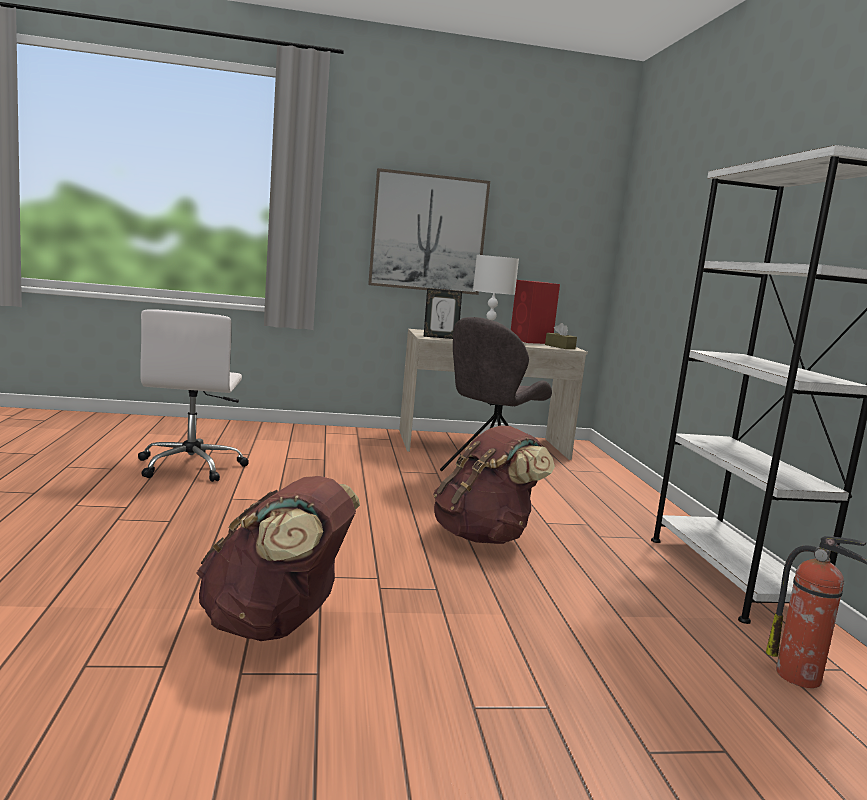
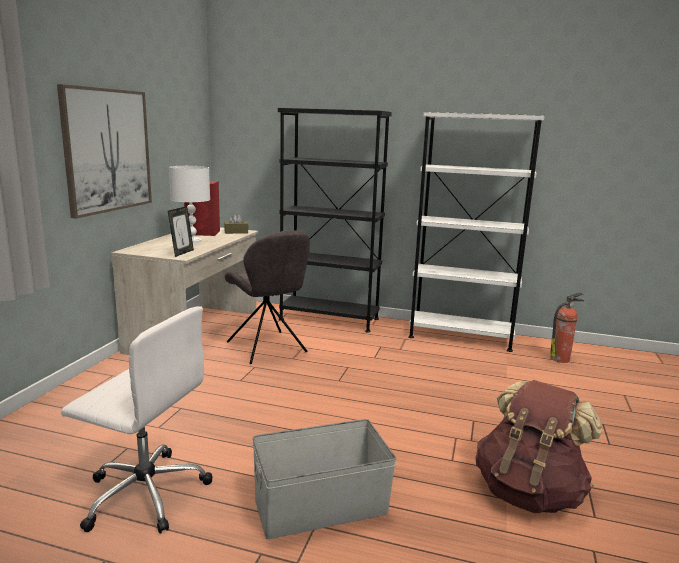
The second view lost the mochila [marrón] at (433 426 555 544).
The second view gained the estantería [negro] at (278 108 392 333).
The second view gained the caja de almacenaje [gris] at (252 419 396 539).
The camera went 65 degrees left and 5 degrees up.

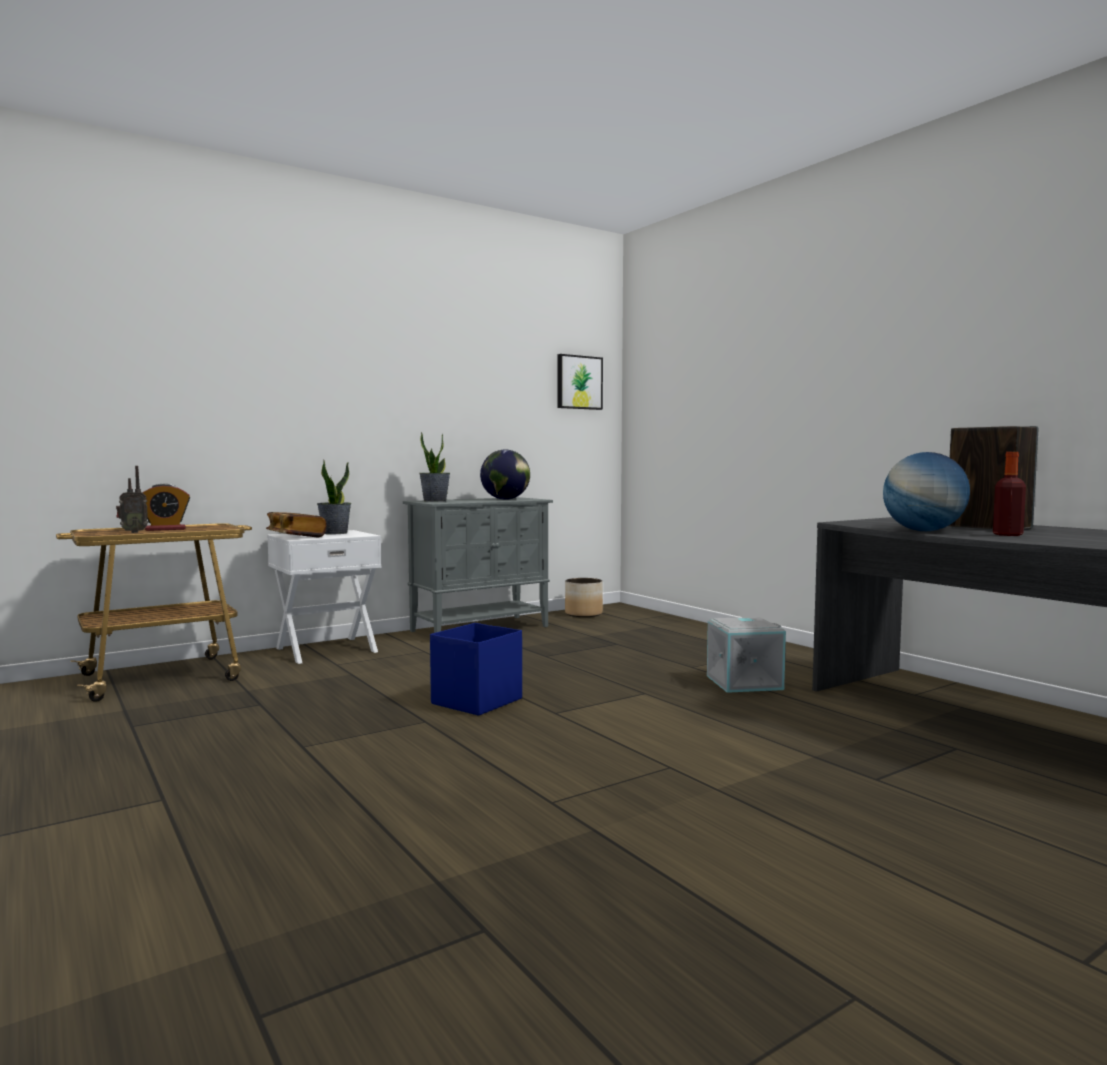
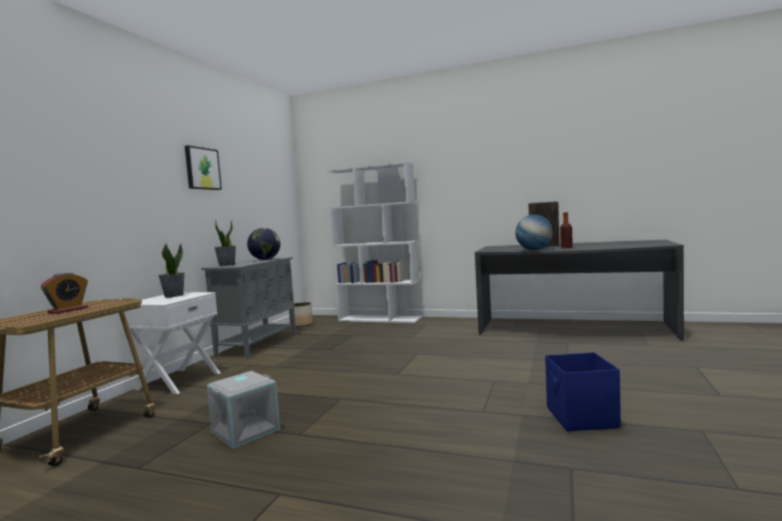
The cuadro ended up elsewhere, having gone from (557 354 603 410) to (185 145 222 190).
The second view lost the radio at (116 466 148 533).
The second view lost the libro at (266 512 327 538).
The caja de almacenaje [gris] ended up elsewhere, having gone from (707 617 786 693) to (207 371 280 449).
The caja de almacenaje [azul] ended up elsewhere, having gone from (430 623 522 716) to (545 352 621 431).
The second view gained the estantería [blanco] at (327 162 422 323).
The camera went 35 degrees left and 0 degrees up.

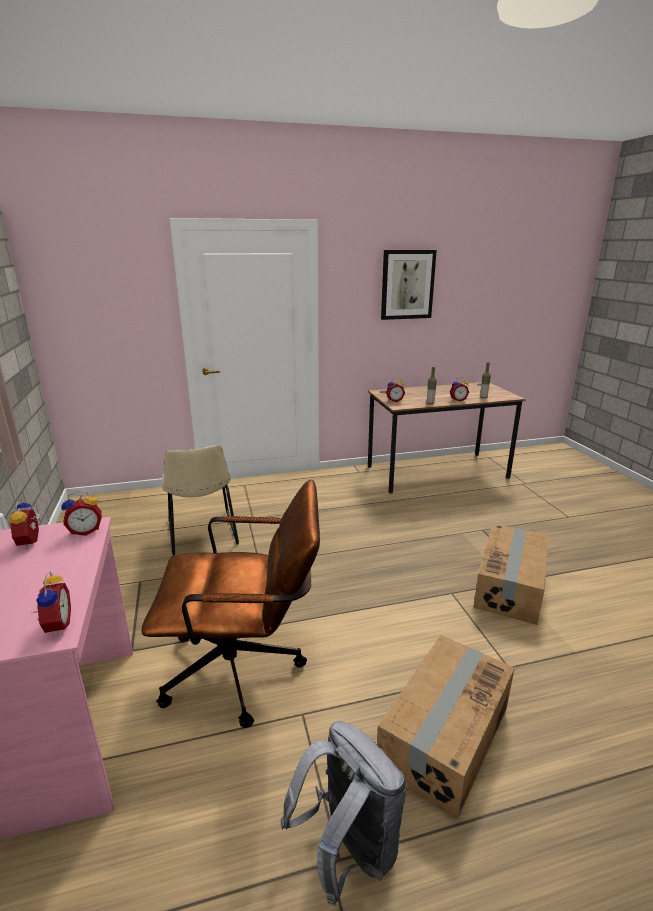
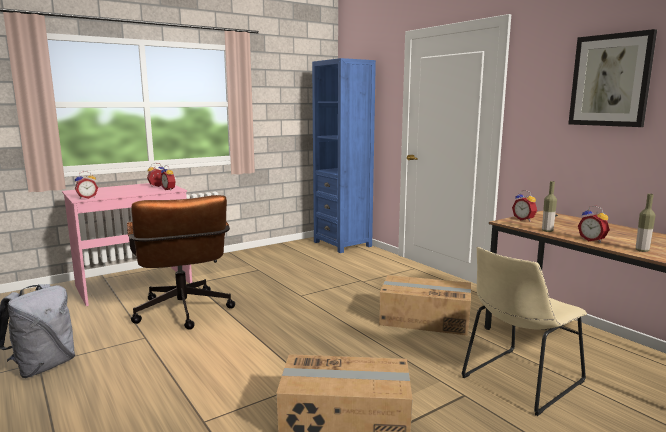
The silla [beis] ended up elsewhere, having gone from (162 444 239 555) to (461 247 587 416).
The caja de cartón ended up elsewhere, having gone from (377 635 515 820) to (379 275 471 336).
The second view gained the estantería [azul] at (312 58 376 253).
The camera went 70 degrees right and 10 degrees down.

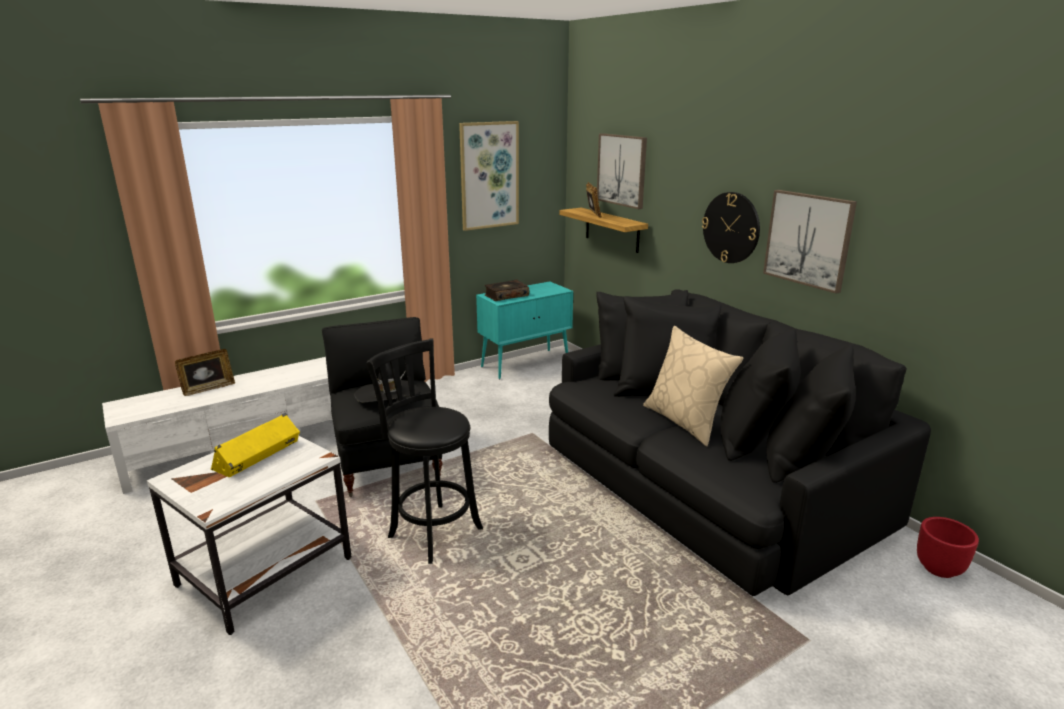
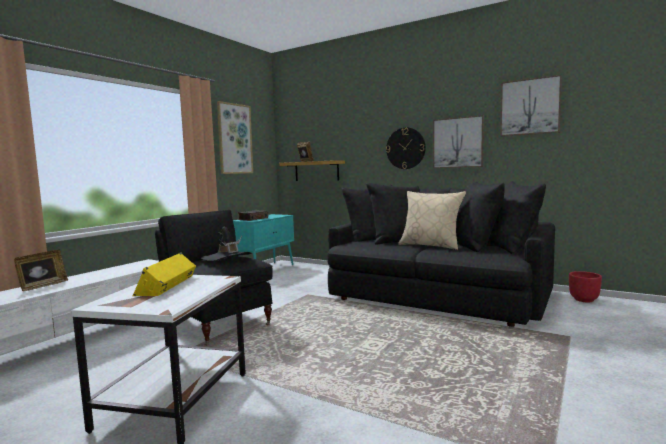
The cuadro ended up elsewhere, having gone from (597 133 647 209) to (500 74 562 136).
The second view lost the taburete [negro] at (366 338 483 564).
The camera went 25 degrees left and 15 degrees down.

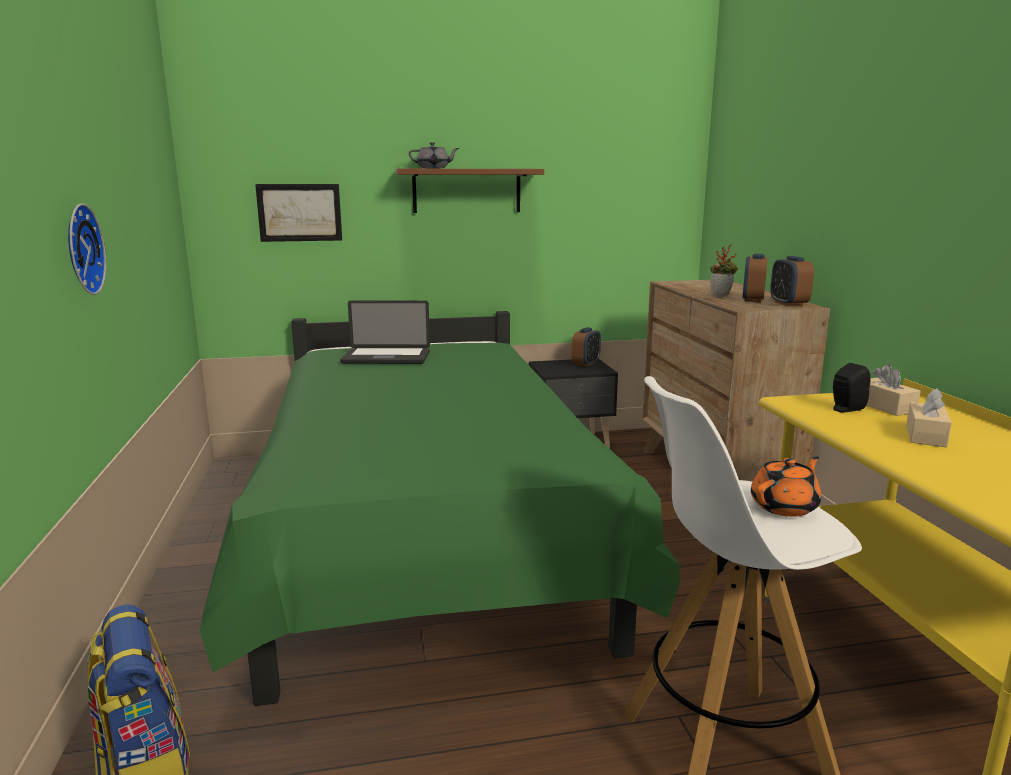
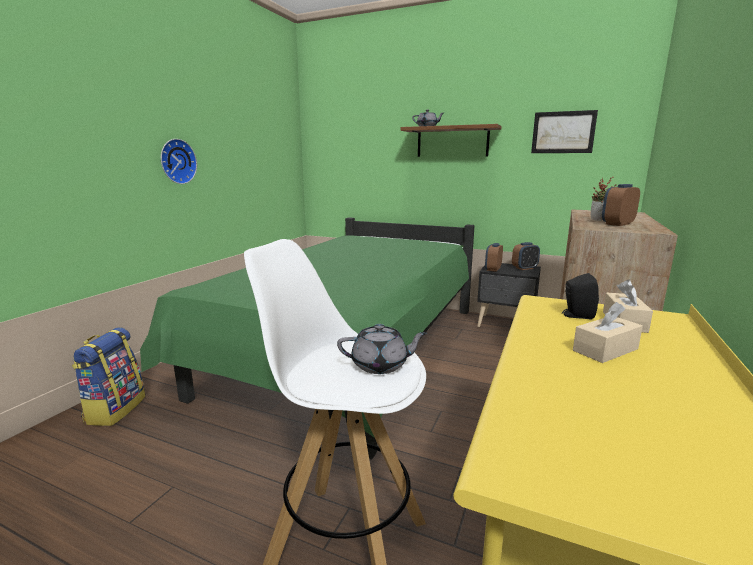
The cuadro ended up elsewhere, having gone from (255 184 342 242) to (531 110 598 153).
The despertador ended up elsewhere, having gone from (770 256 814 306) to (485 243 503 272).
The second view lost the portátil at (340 300 430 364).
What was the tetera [naranja] at (751 456 821 517) turned into the tetera [gris] at (337 324 427 374).
The camera went 35 degrees right and 0 degrees up.

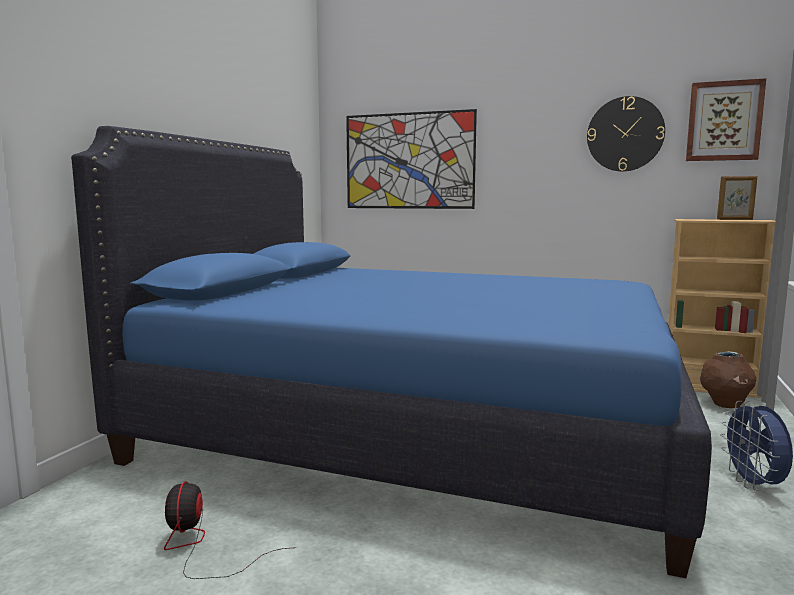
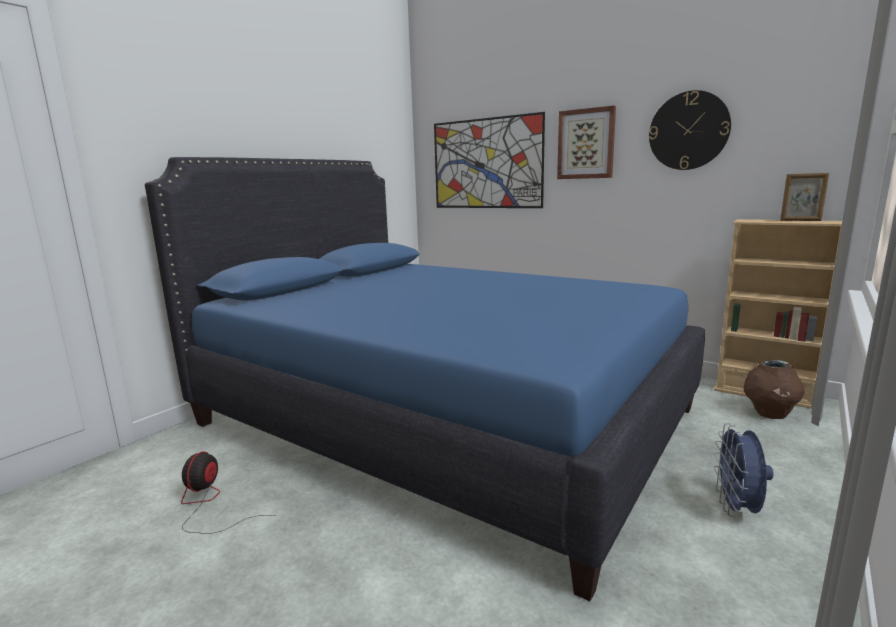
The cuadro ended up elsewhere, having gone from (686 78 766 161) to (557 106 616 179).
The camera went 15 degrees right and 5 degrees up.

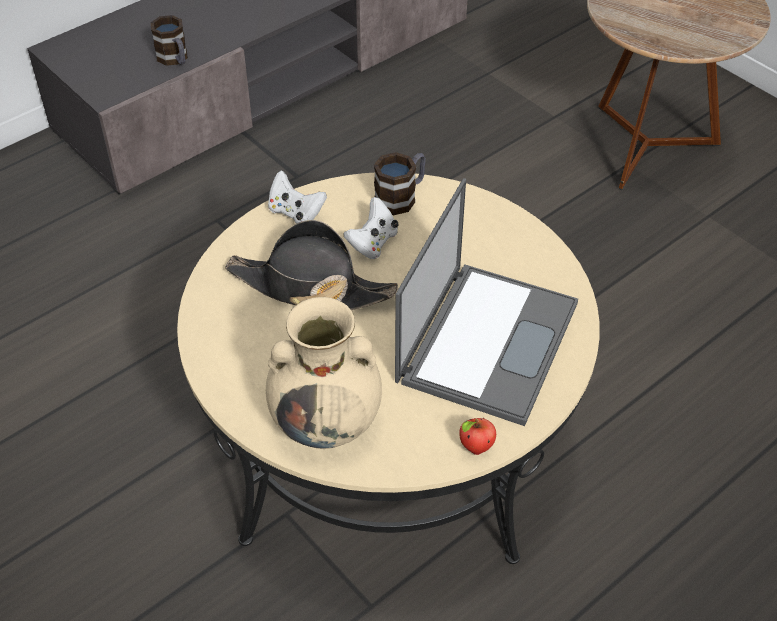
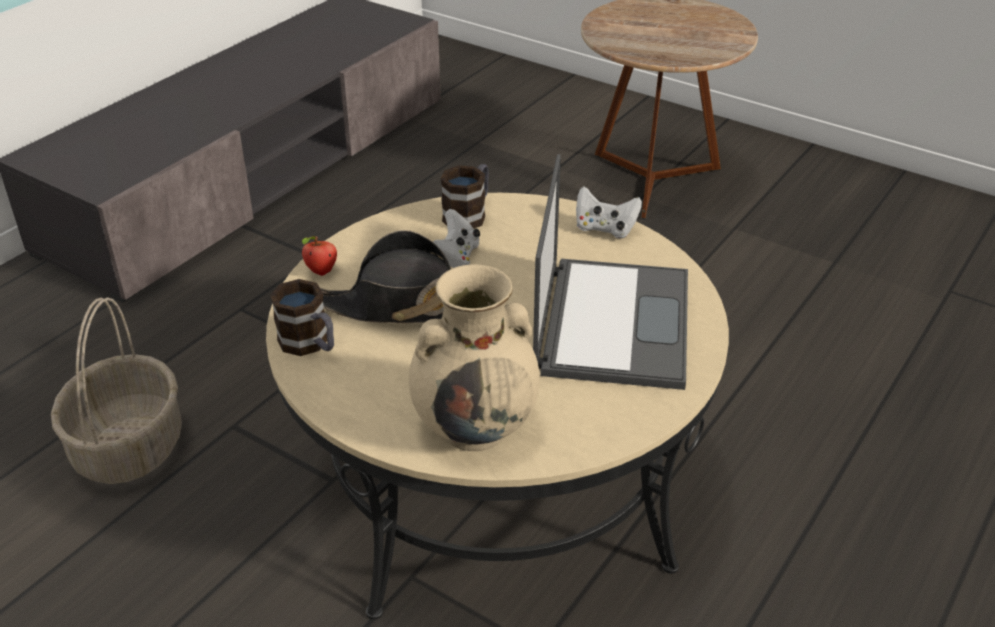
The taza grande ended up elsewhere, having gone from (151 15 188 66) to (270 279 334 356).
The mando de consola [blanco] ended up elsewhere, having gone from (268 171 327 224) to (576 186 642 239).
The manzana ended up elsewhere, having gone from (459 418 496 455) to (302 236 337 276).
The second view gained the cesta at (51 297 182 484).
The camera went 15 degrees left and 10 degrees down.

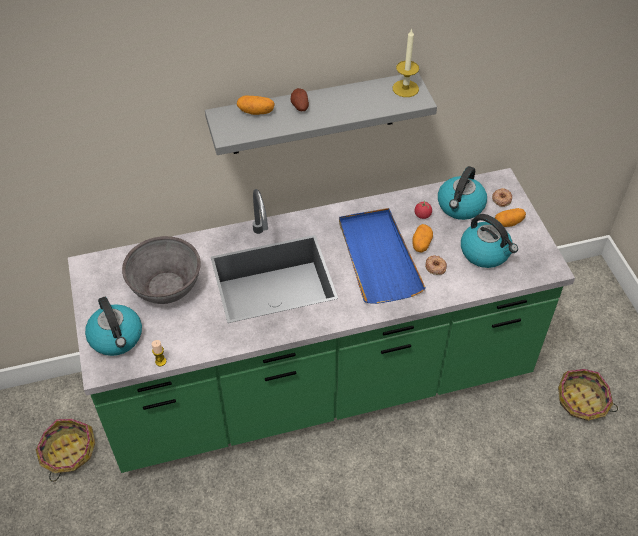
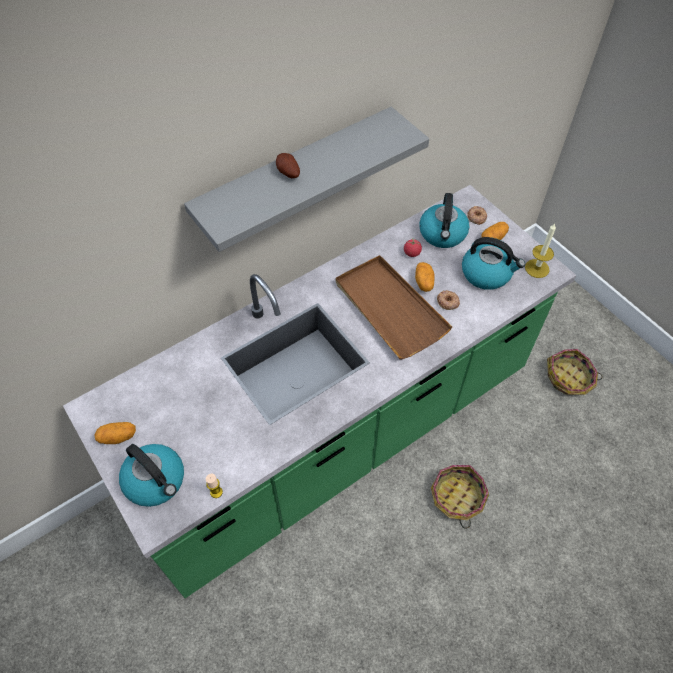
The vela ended up elsewhere, having gone from (393 29 419 97) to (525 224 556 278).
The patata ended up elsewhere, having gone from (237 96 275 115) to (95 422 136 444).
What was the bandeja [azul] at (339 208 426 304) turned into the bandeja [marrón] at (336 255 452 359).
The second view lost the cuenco [gris] at (122 236 201 304).
The cesta ended up elsewhere, having gone from (36 419 95 482) to (431 465 489 529).
The camera went 20 degrees left and 5 degrees up.

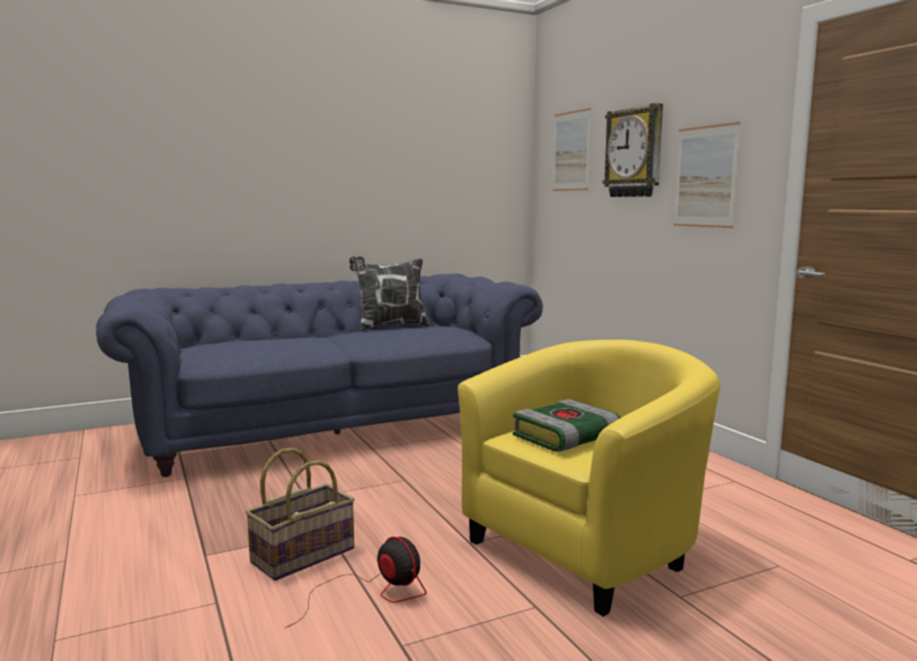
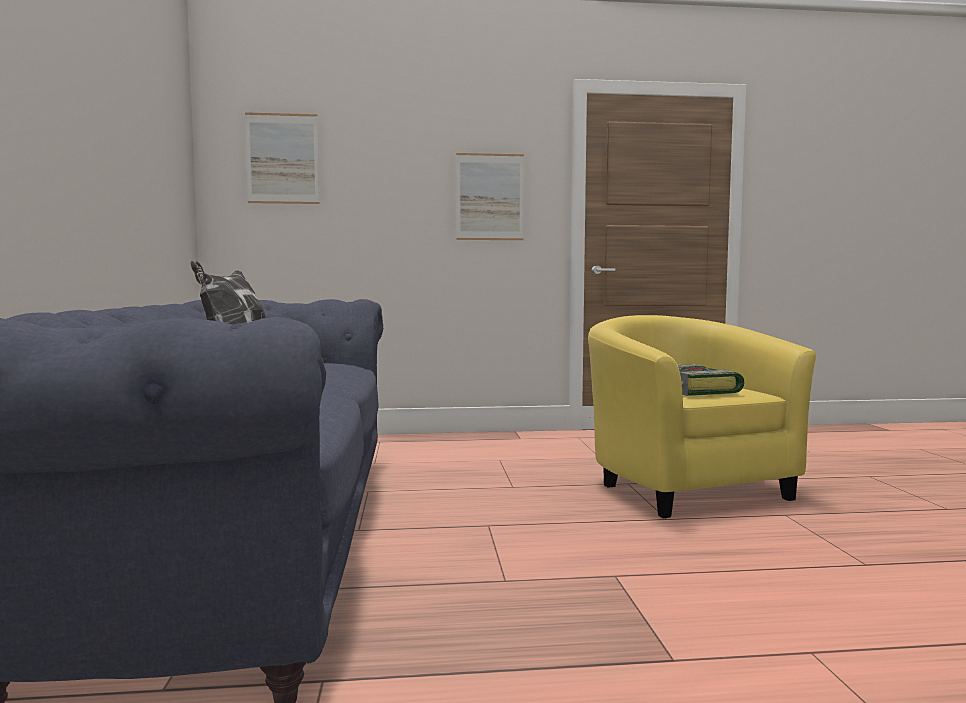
The second view lost the reloj de pared at (603 103 663 197).
The second view lost the cesta at (245 448 355 581).
The second view lost the ventilador at (285 537 426 628).
The camera went 70 degrees left and 5 degrees down.

